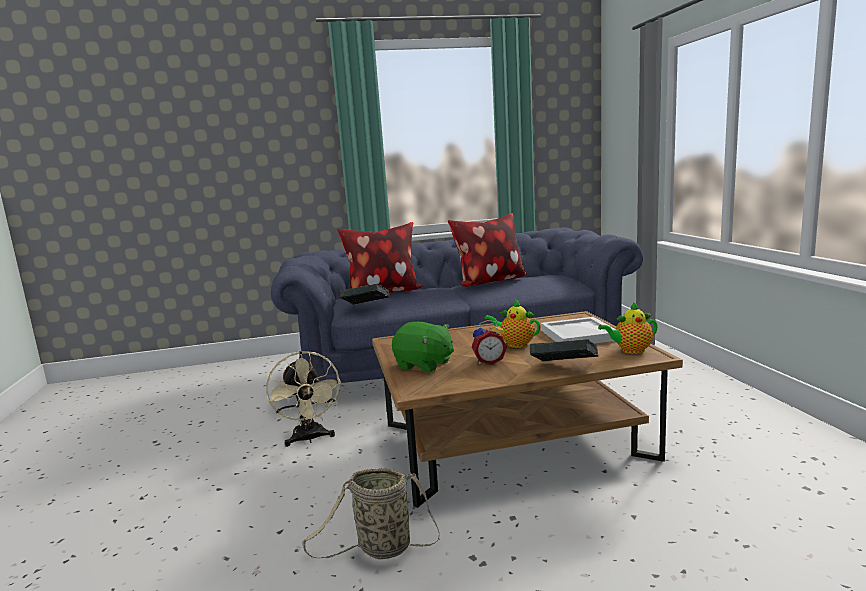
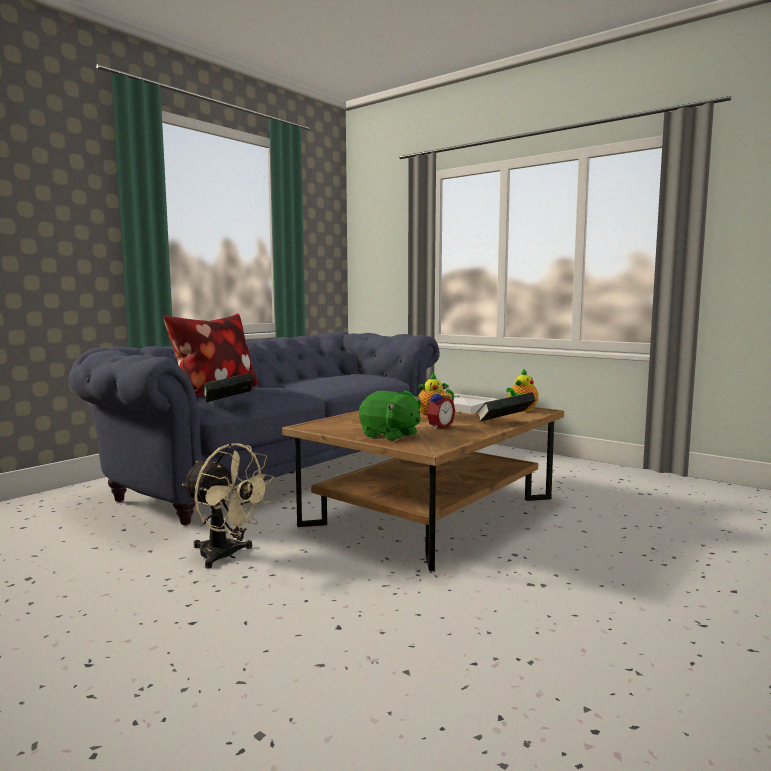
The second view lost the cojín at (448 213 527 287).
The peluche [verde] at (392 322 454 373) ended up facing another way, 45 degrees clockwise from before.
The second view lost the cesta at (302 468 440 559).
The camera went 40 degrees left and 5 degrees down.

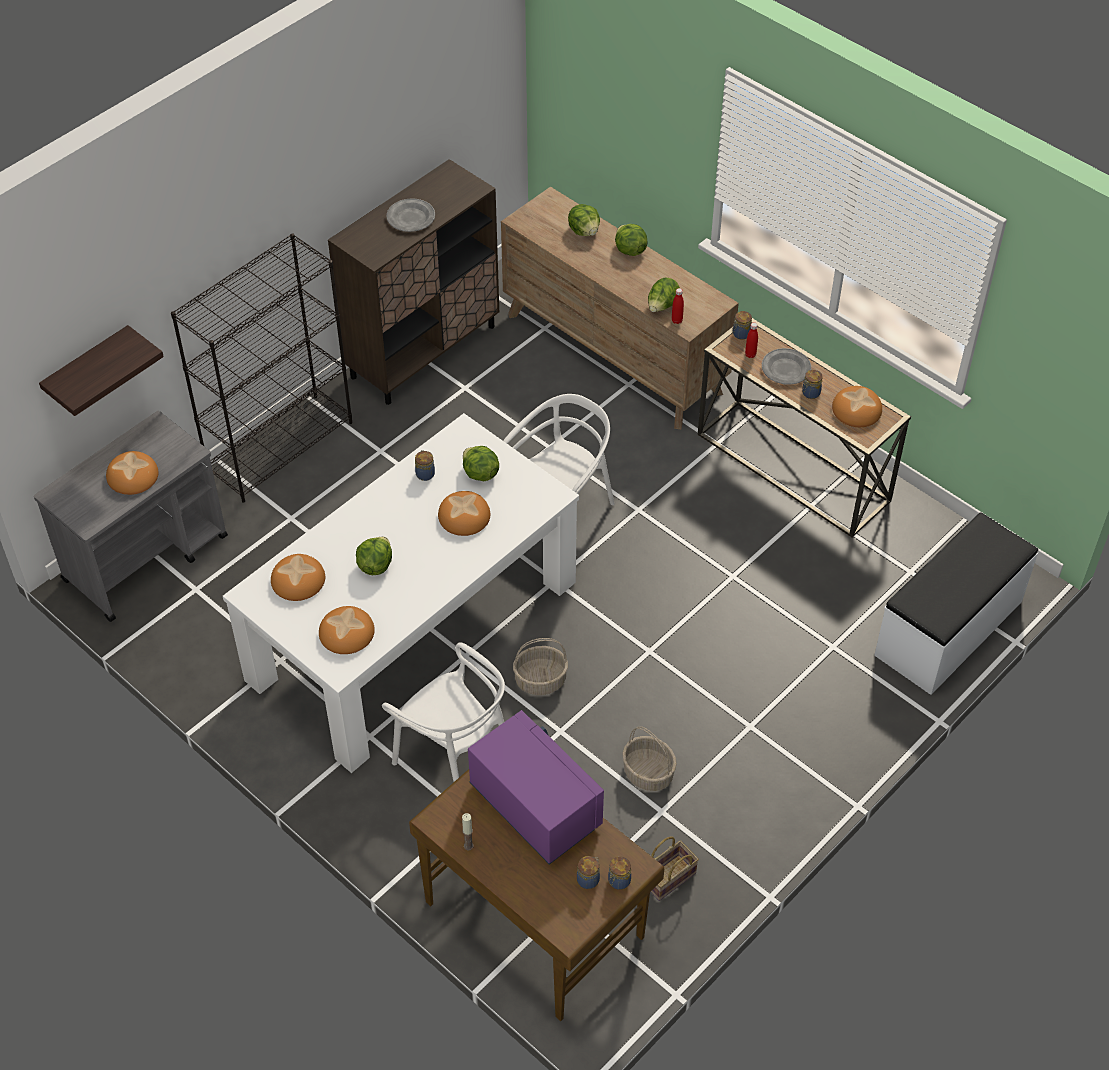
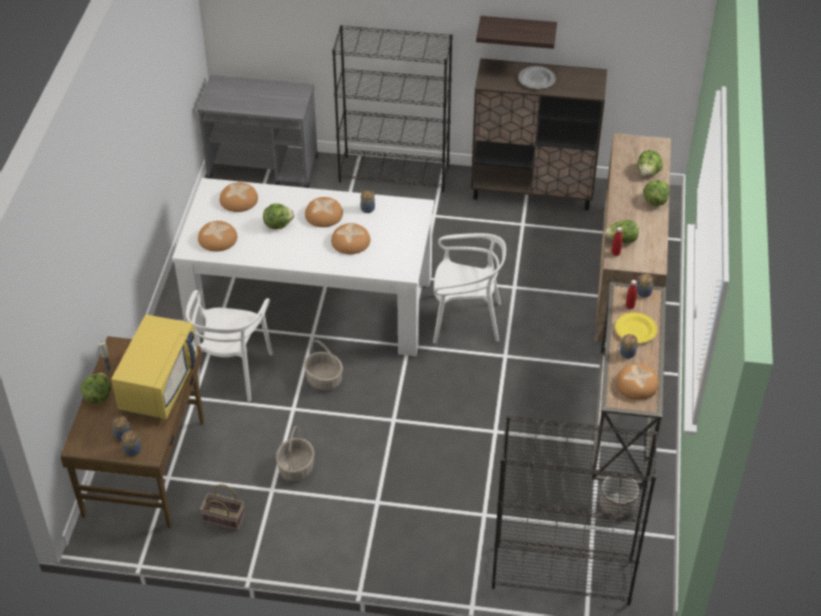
The estante ended up elsewhere, having gone from (39 325 164 416) to (476 16 557 49).
What was the plato [gris] at (762 348 811 385) turned into the plato [amarillo] at (615 312 657 343).
The lechuga ended up elsewhere, having gone from (463 446 499 481) to (81 373 111 404).
The pan ended up elsewhere, having gone from (106 451 159 495) to (305 197 343 227).
Where the banco [blanco] stood at (874 512 1038 695), the estantería [negro] came to stand at (492 415 658 606).
What was the microondas [morado] at (468 710 604 865) turned into the microondas [amarillo] at (111 314 198 419).
The second view gained the maceta at (599 474 639 519).
The camera went 55 degrees right and 5 degrees down.

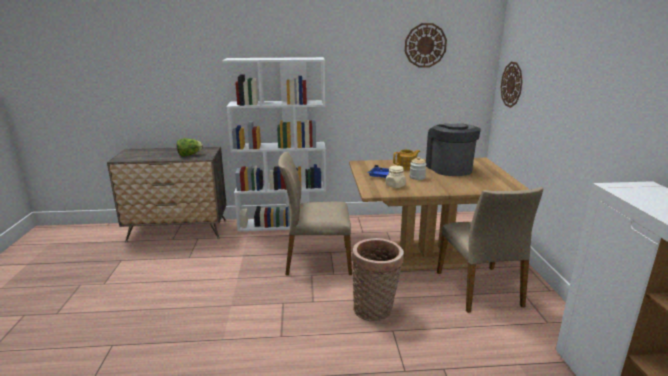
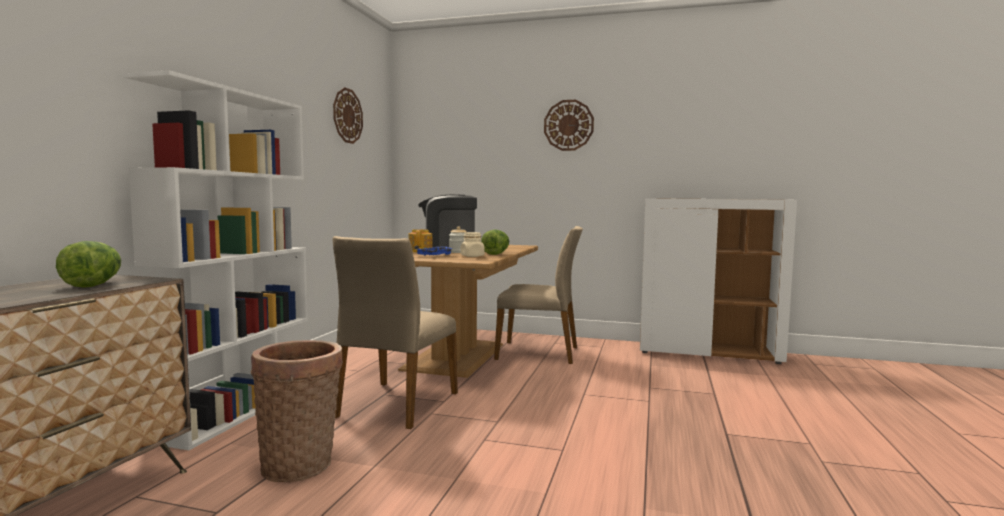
The reloj de pared ended up elsewhere, having gone from (501 62 523 108) to (544 100 594 151).
The cesta ended up elsewhere, having gone from (351 238 404 321) to (250 340 343 482).
The second view gained the lechuga at (481 230 509 255).
The camera went 70 degrees left and 15 degrees down.

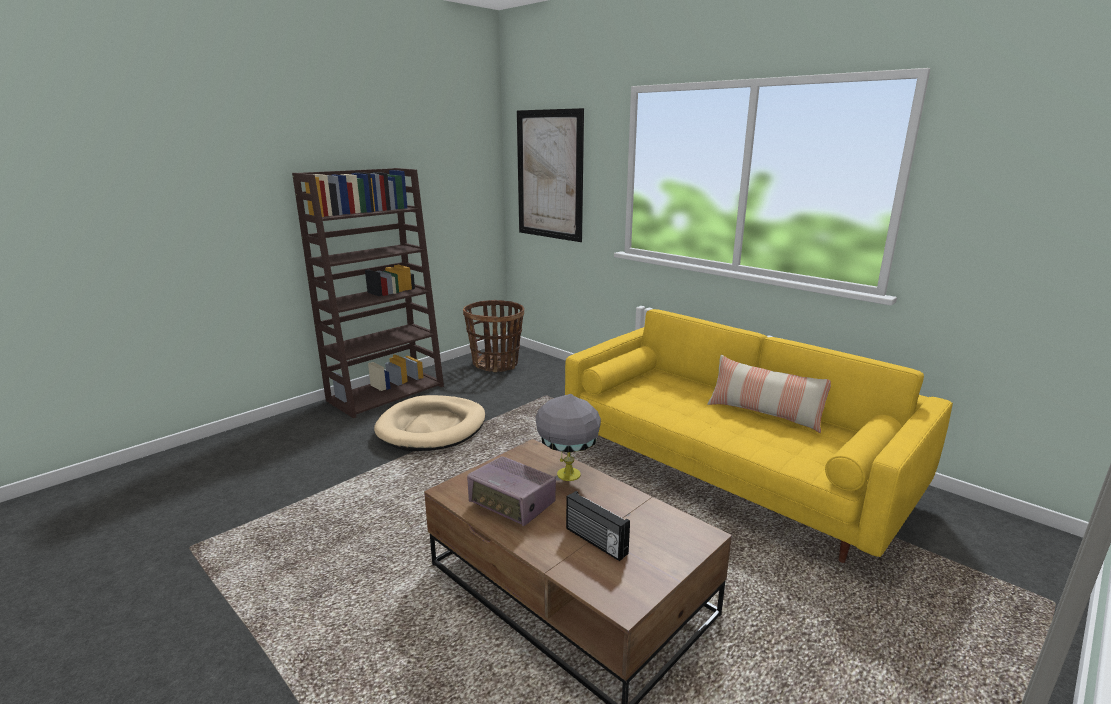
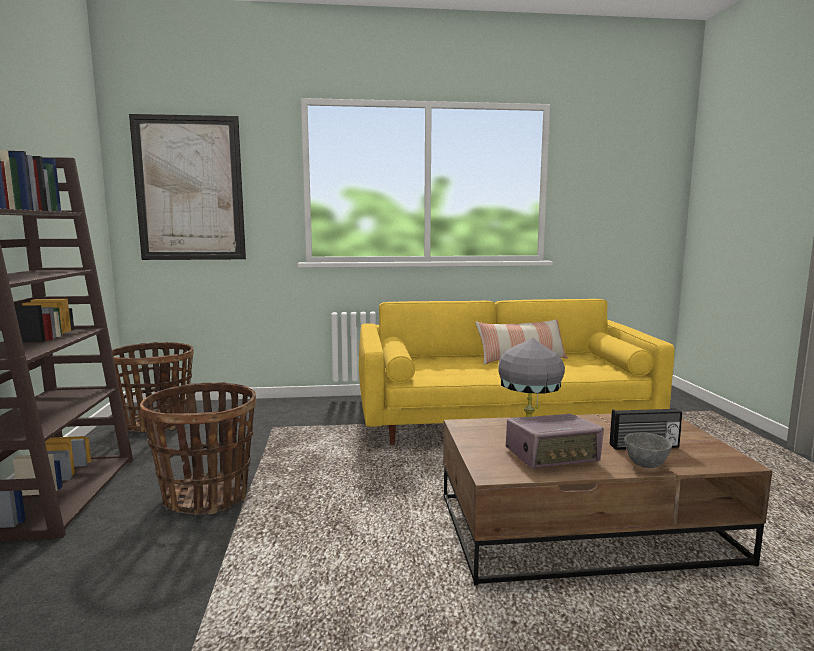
Where the cama para perro [beis] stood at (374 395 485 451), the cesta came to stand at (140 382 256 515).
The second view gained the cuenco [gris] at (624 432 672 468).
The camera went 50 degrees left and 10 degrees down.

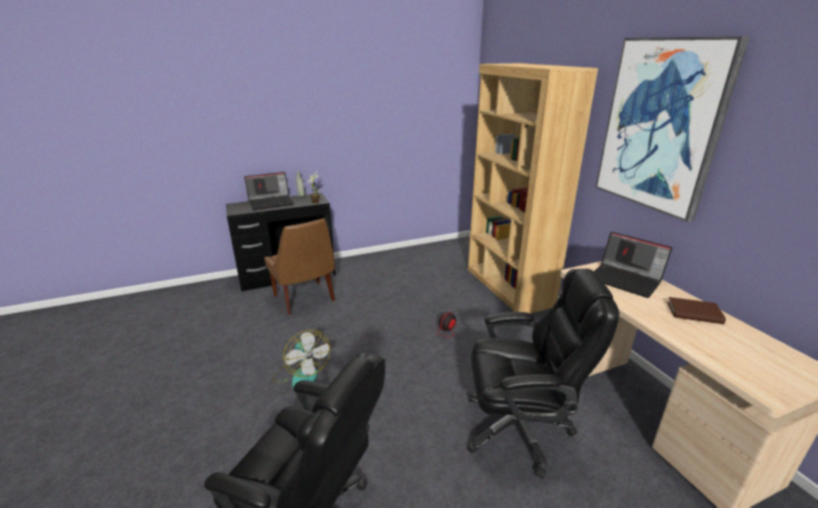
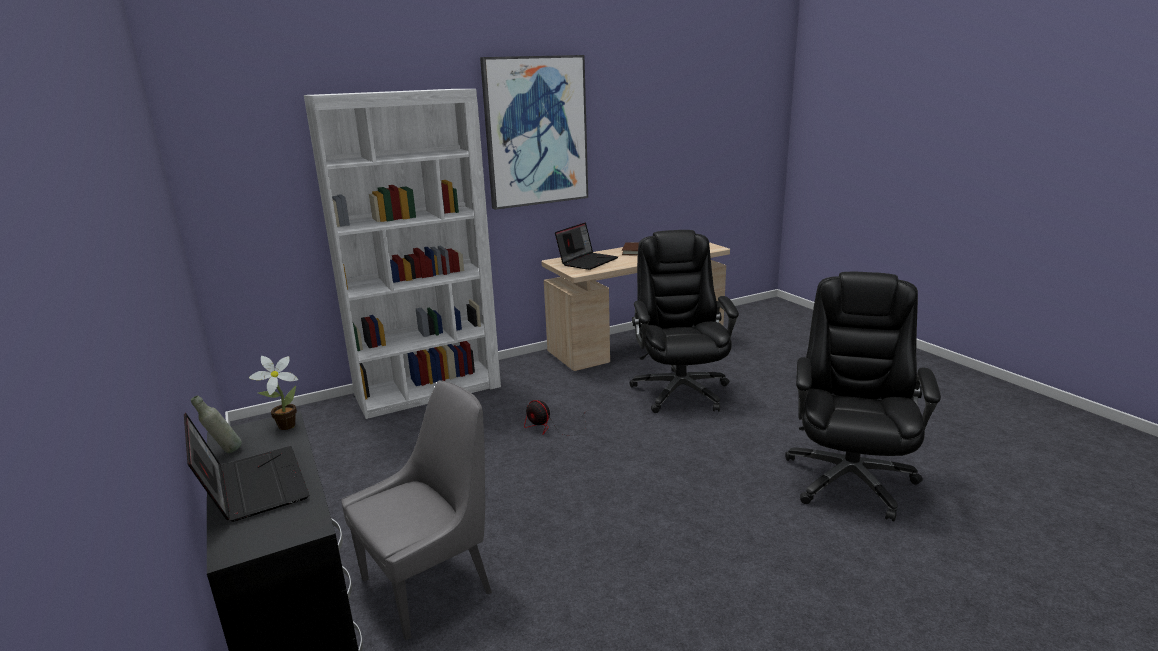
What was the estantería [marrón] at (468 63 598 314) turned into the estantería [blanco] at (304 89 501 419).
What was the silla [marrón] at (264 218 335 315) turned into the silla [gris] at (341 380 492 640).
The second view lost the ventilador at (272 330 330 388).
The camera went 95 degrees left and 5 degrees down.

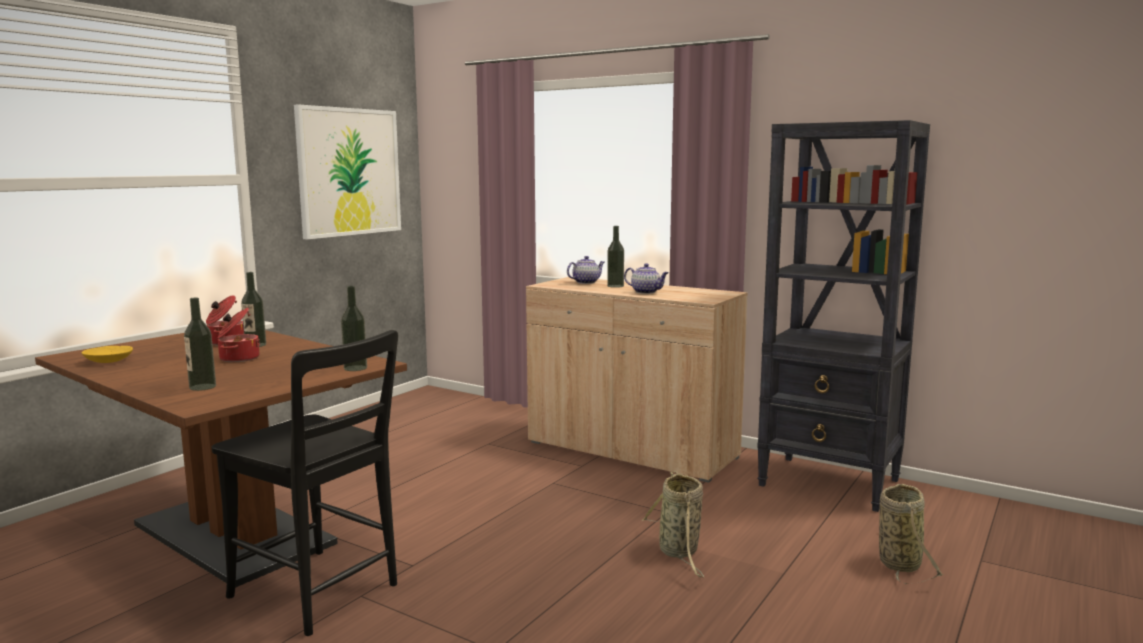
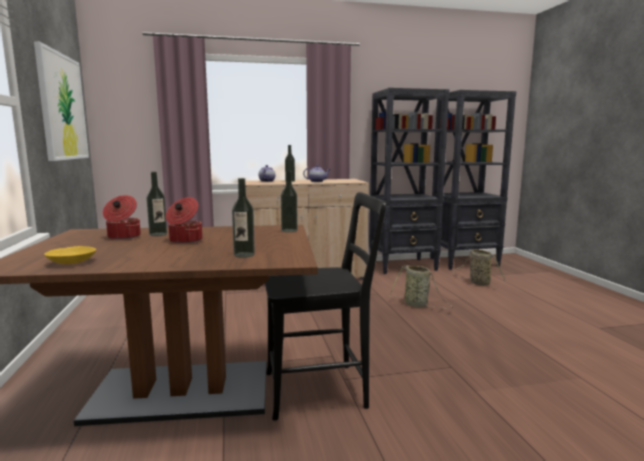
The second view gained the estantería [negro] at (430 90 516 270).
The camera went 45 degrees left and 0 degrees up.

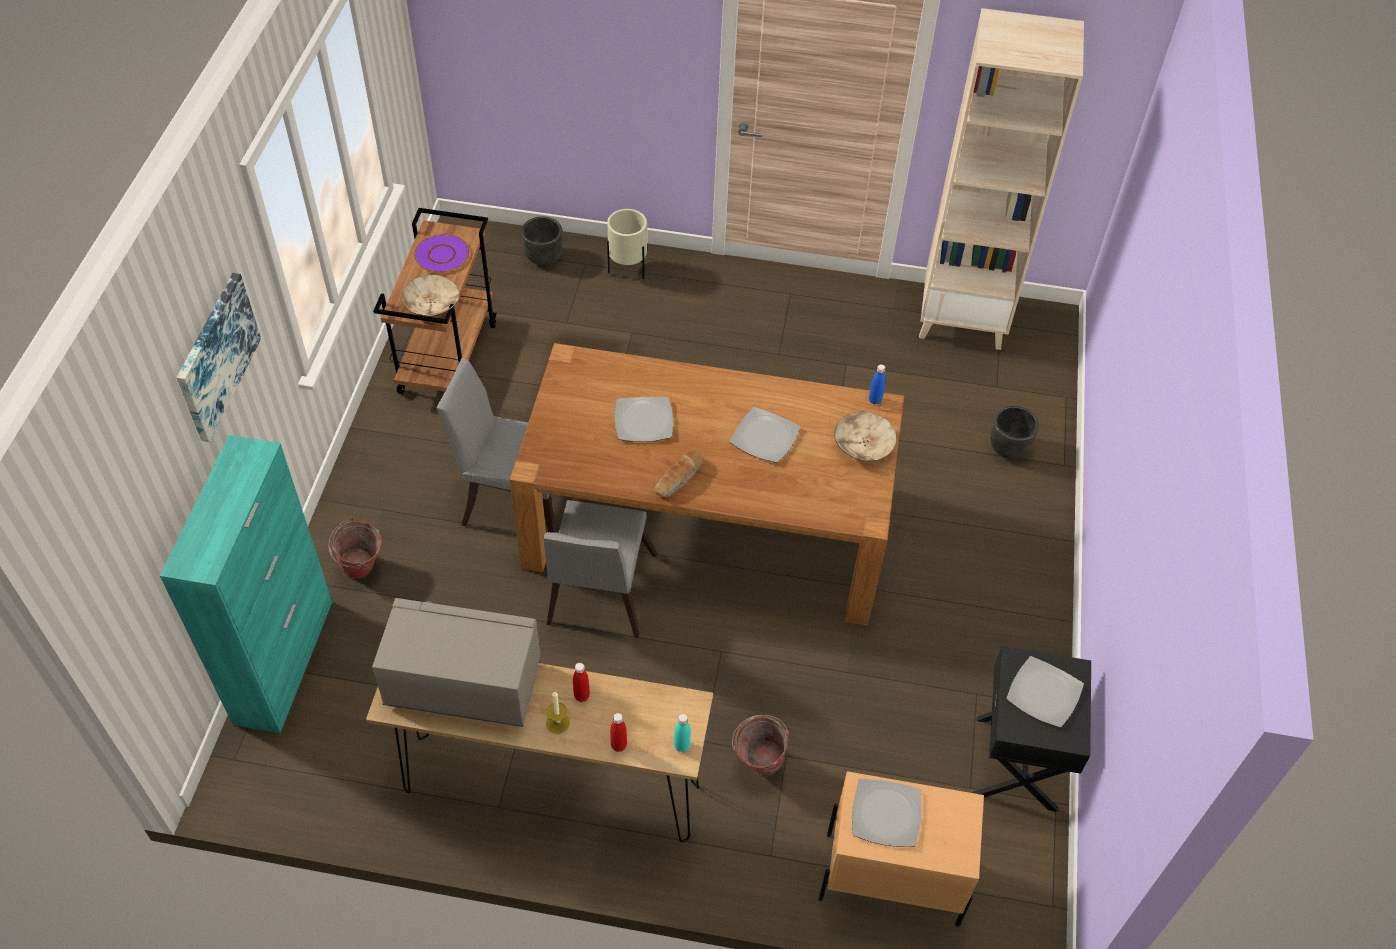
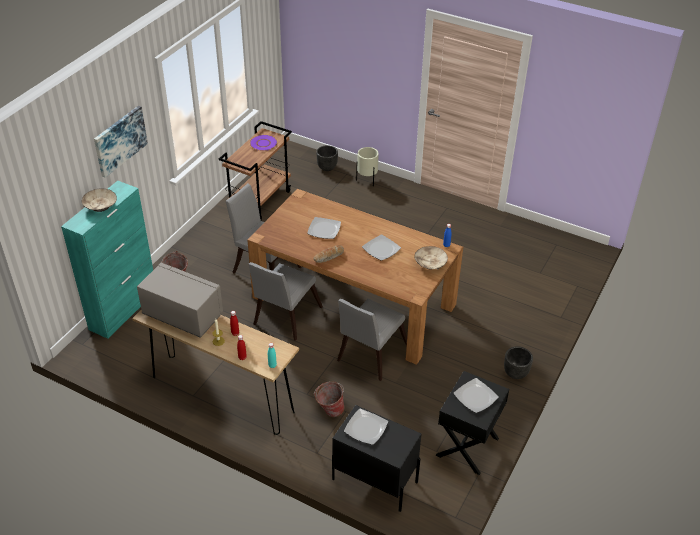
The second view lost the estantería [beis] at (919 8 1084 350).
The cuenco [beis] ended up elsewhere, having gone from (402 274 460 316) to (82 188 117 212).
The maceta [negro] ended up elsewhere, having gone from (990 405 1040 459) to (504 346 533 379).
What was the mesita de noche [beis] at (819 771 984 927) turned into the mesita de noche [negro] at (332 405 421 512).
The second view gained the silla [gris] at (337 299 407 381).
The camera went 20 degrees right and 10 degrees down.

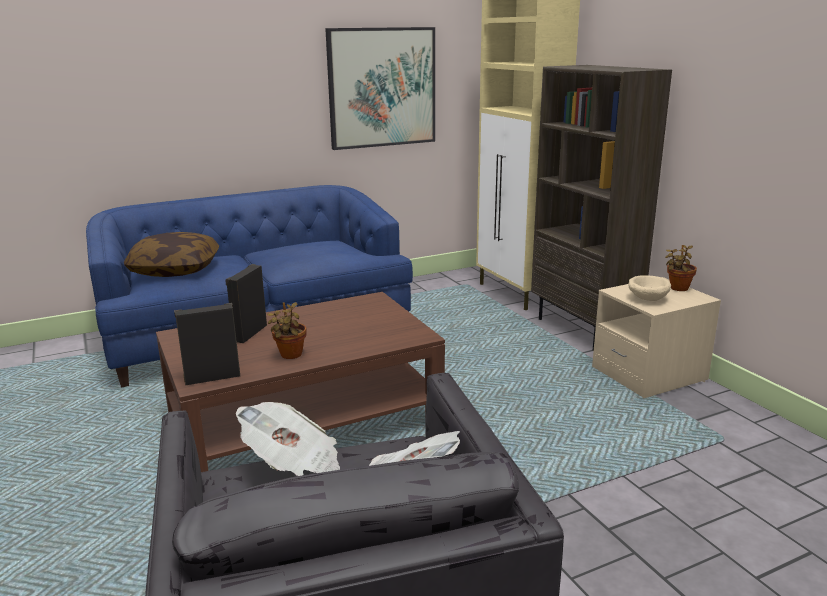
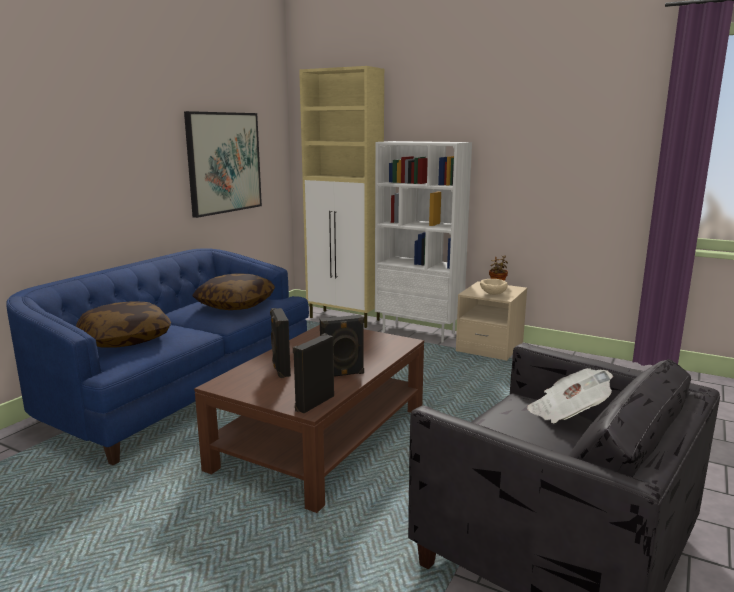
What was the estantería [marrón] at (531 65 672 351) turned into the estantería [blanco] at (375 141 472 343).
Where the planta en maceta stood at (267 302 306 359), the altavoz [negro] came to stand at (320 315 364 377).
The second view lost the periódico at (236 402 340 476).
The second view gained the cojín at (192 274 275 310).
The camera went 35 degrees left and 5 degrees down.

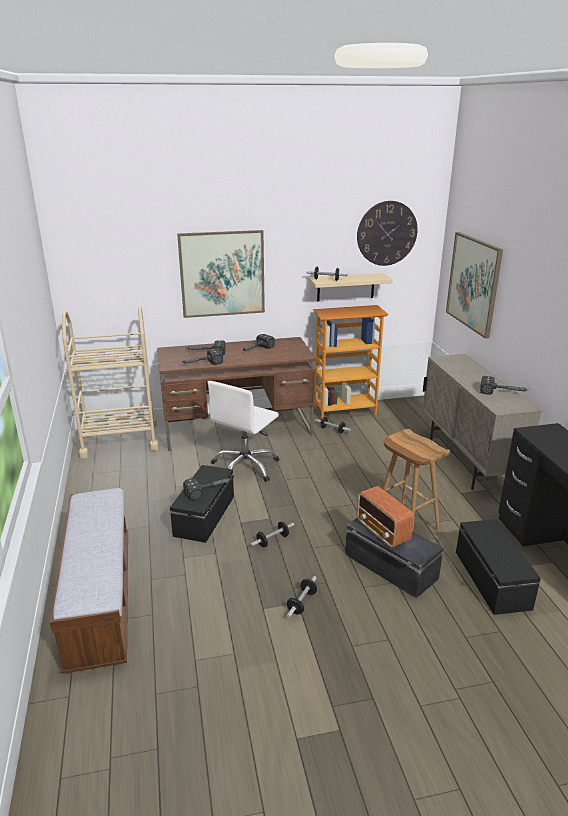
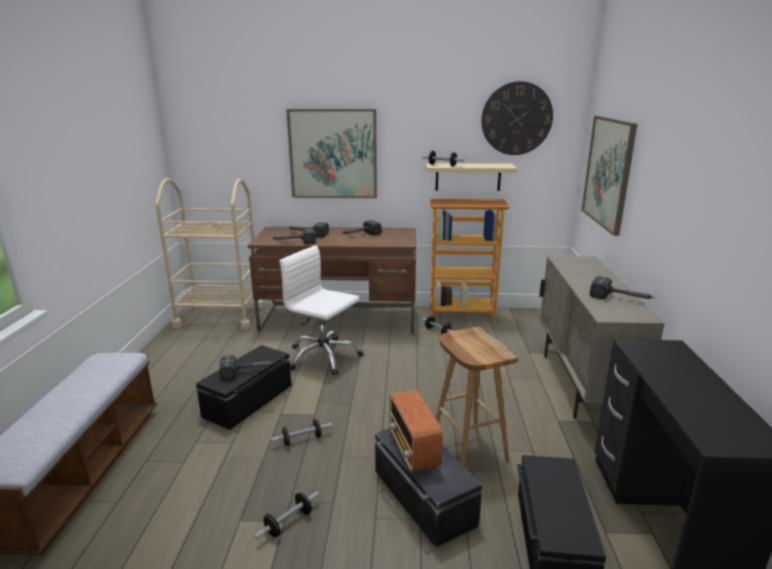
The silla de oficina [blanco] at (207 381 279 482) ended up facing another way, 75 degrees clockwise from before.
The camera went 15 degrees right and 5 degrees down.

